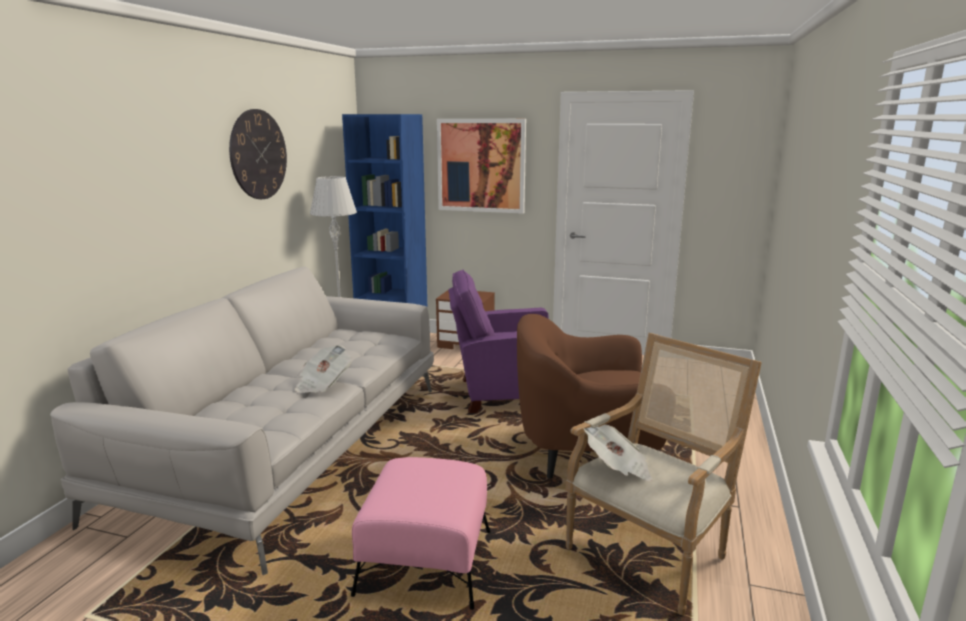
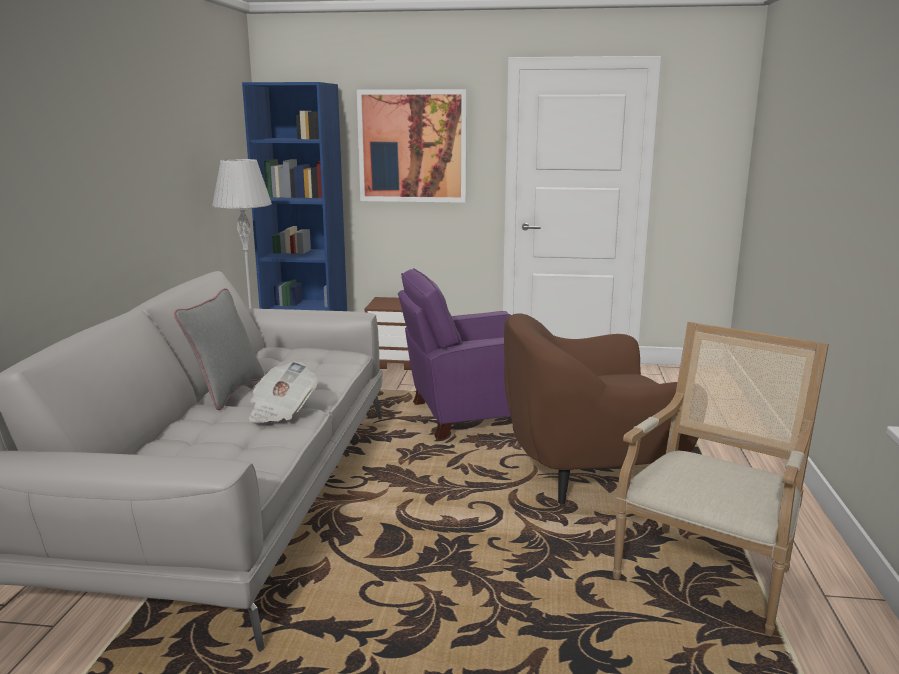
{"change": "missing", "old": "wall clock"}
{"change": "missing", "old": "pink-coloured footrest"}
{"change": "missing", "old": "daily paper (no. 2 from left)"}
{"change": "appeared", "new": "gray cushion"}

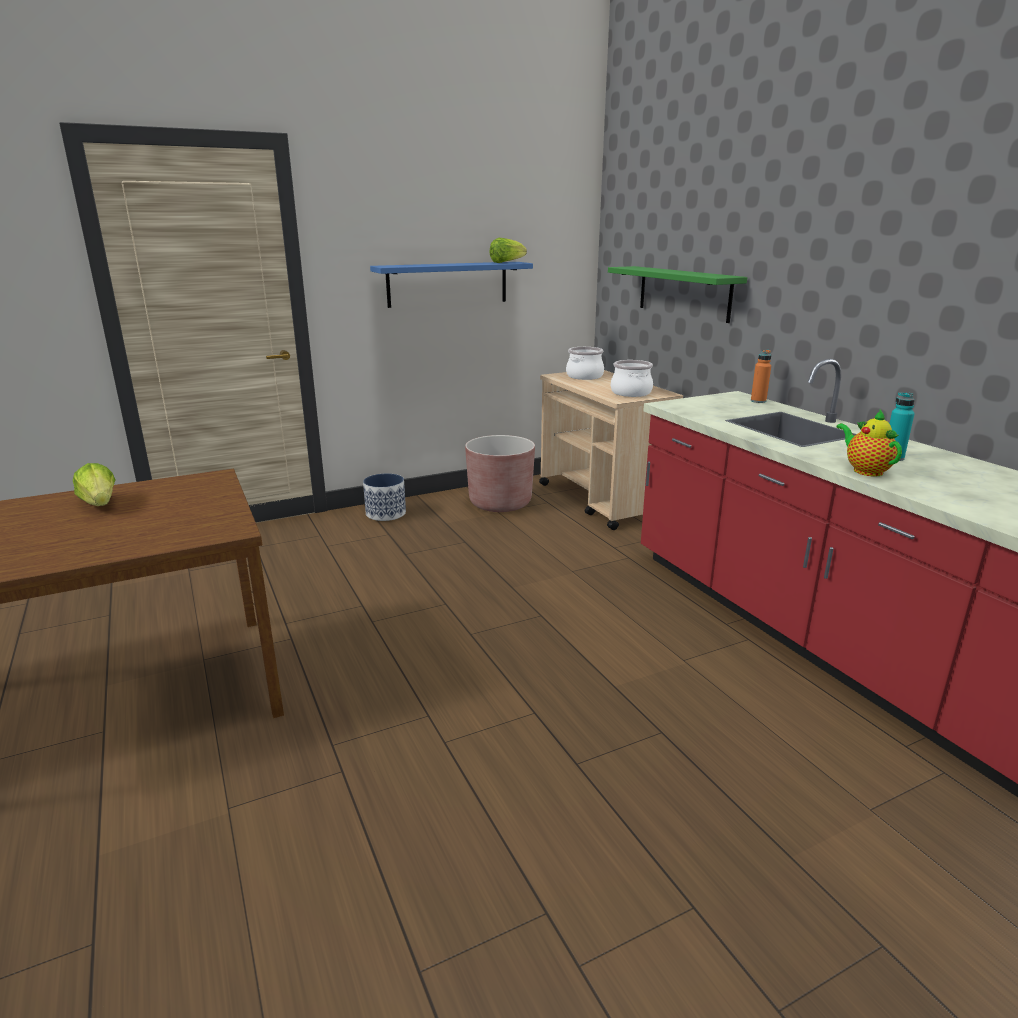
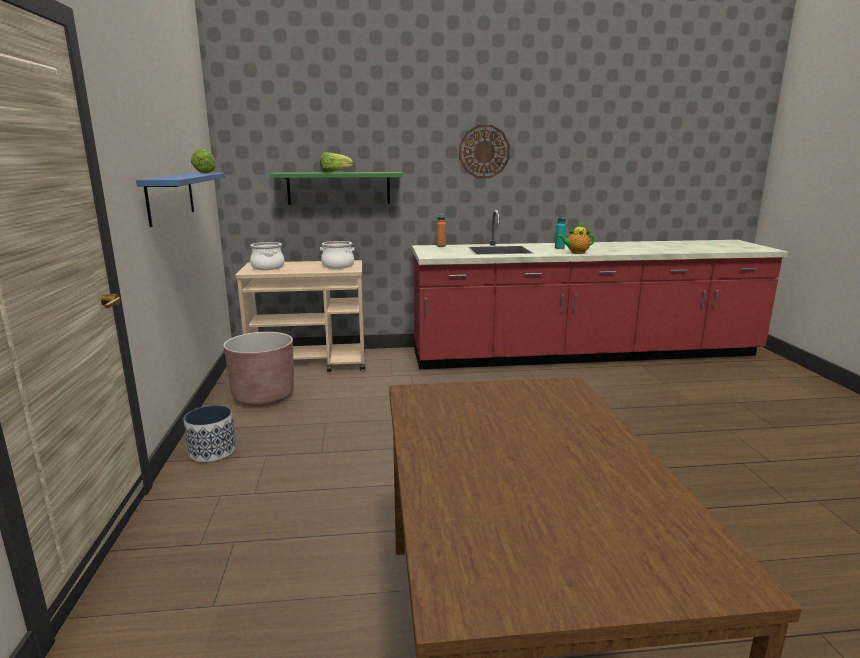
{"change": "relocated", "old": "lettuce head (no. 1 from left in the first image)", "new": "lettuce head (no. 2 from left)"}
{"change": "appeared", "new": "wall clock"}

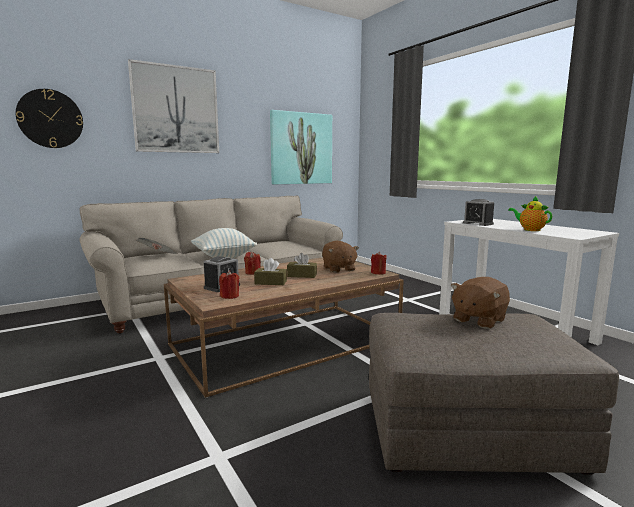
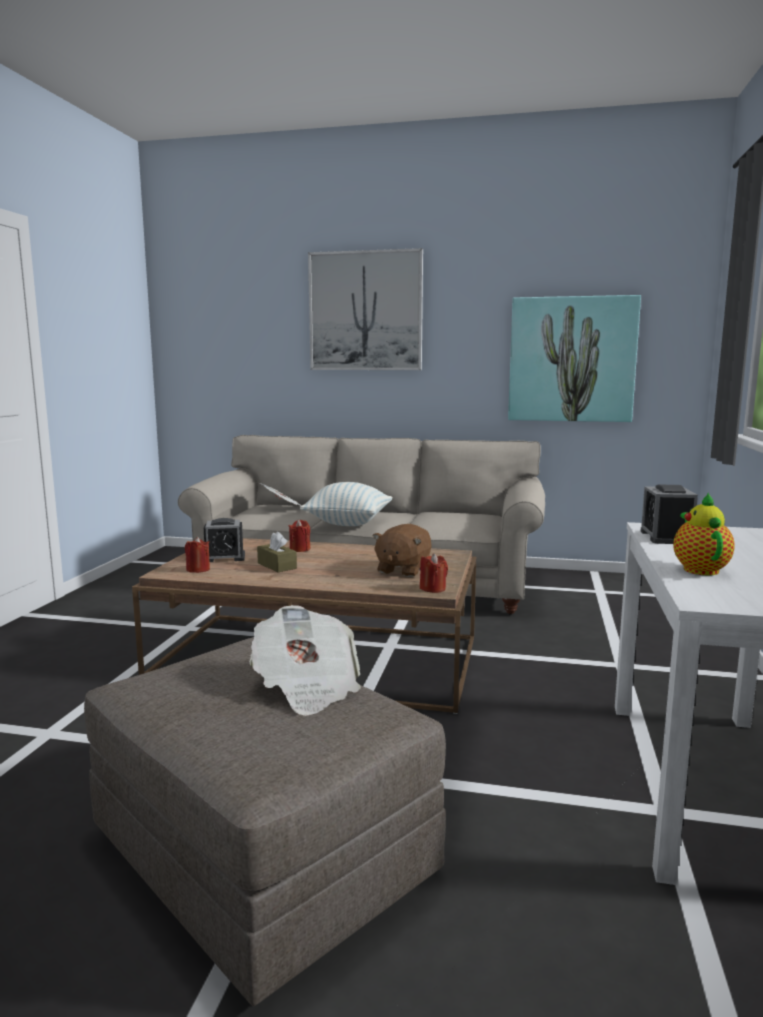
{"change": "missing", "old": "wall clock"}
{"change": "missing", "old": "brown box of tissues (no. 2 from left)"}
{"change": "exchanged", "old": "brown plush toy (no. 2 from left)", "new": "daily paper (no. 2 from left)"}

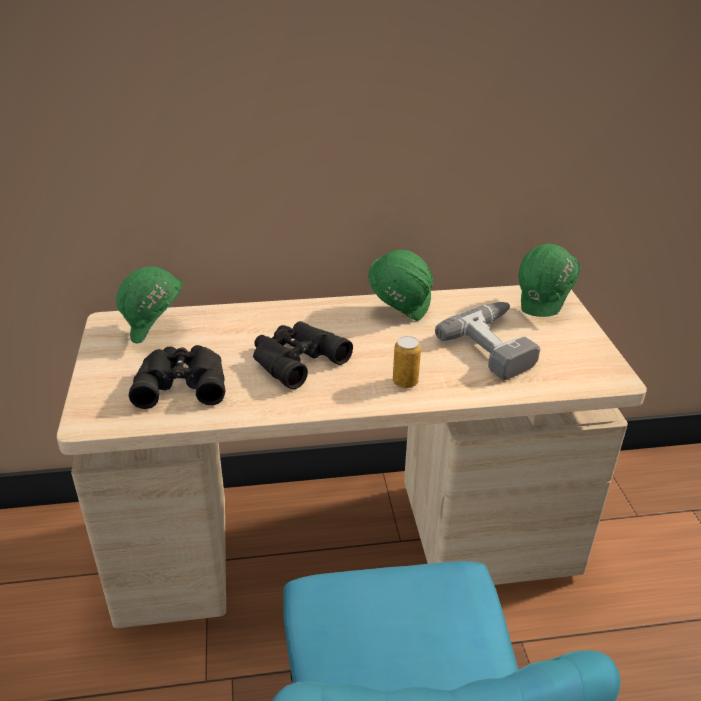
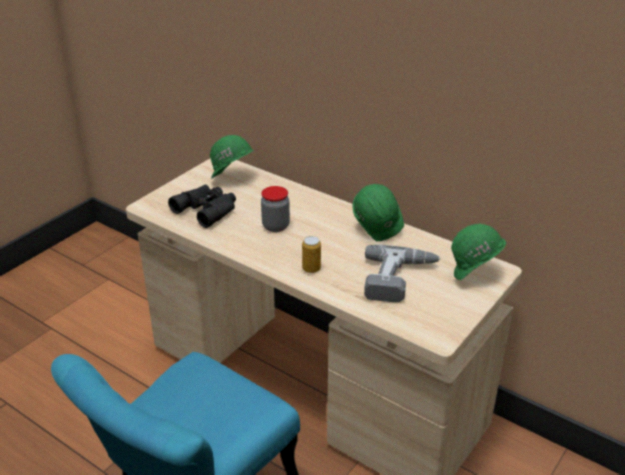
{"change": "exchanged", "old": "black pair of binoculars (no. 2 from left)", "new": "storage jar"}

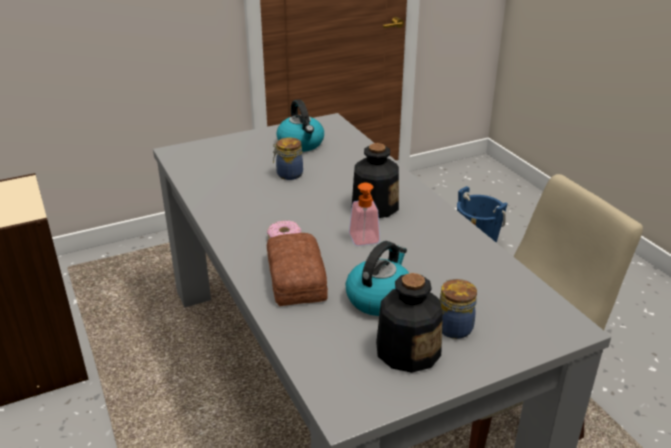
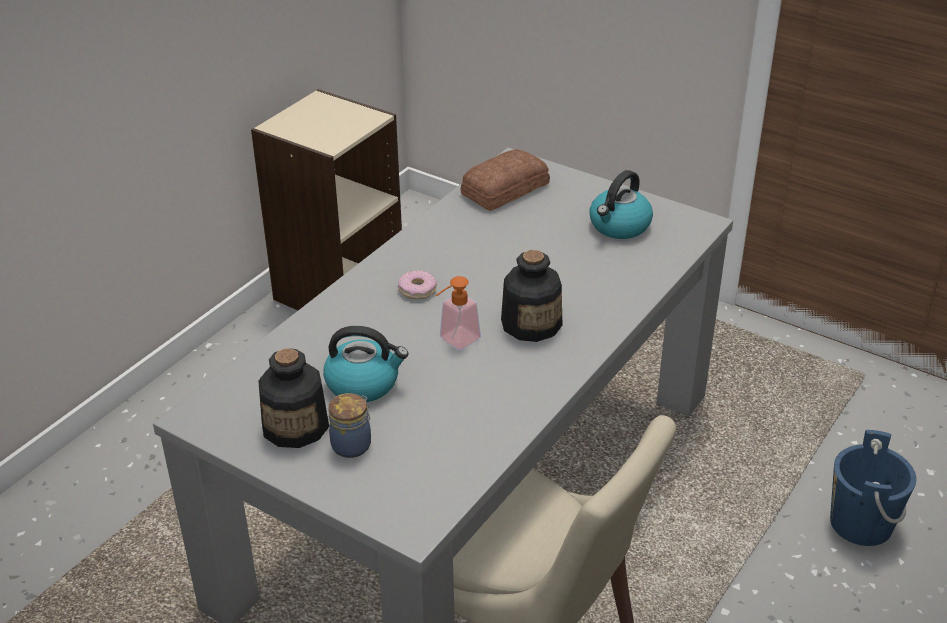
{"change": "relocated", "old": "bakery bread"}
{"change": "missing", "old": "storage jar (no. 1 from left)"}

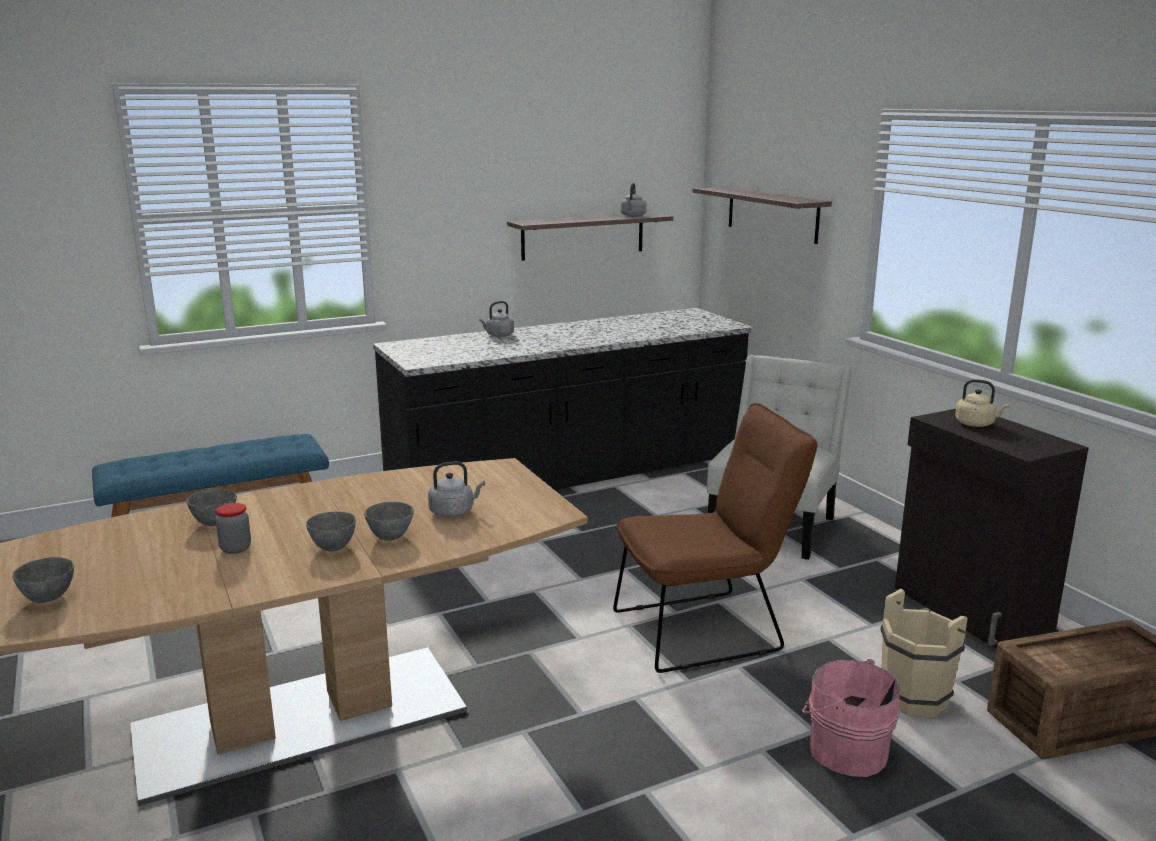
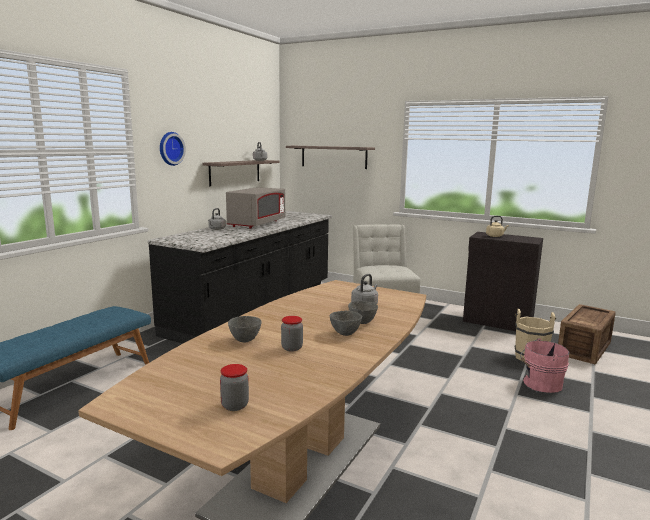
{"change": "exchanged", "old": "gray deep dish (no. 1 from left)", "new": "storage jar (no. 1 from left)"}
{"change": "missing", "old": "brown plain chair"}
{"change": "appeared", "new": "wall clock"}
{"change": "appeared", "new": "gray kitchen microwave"}

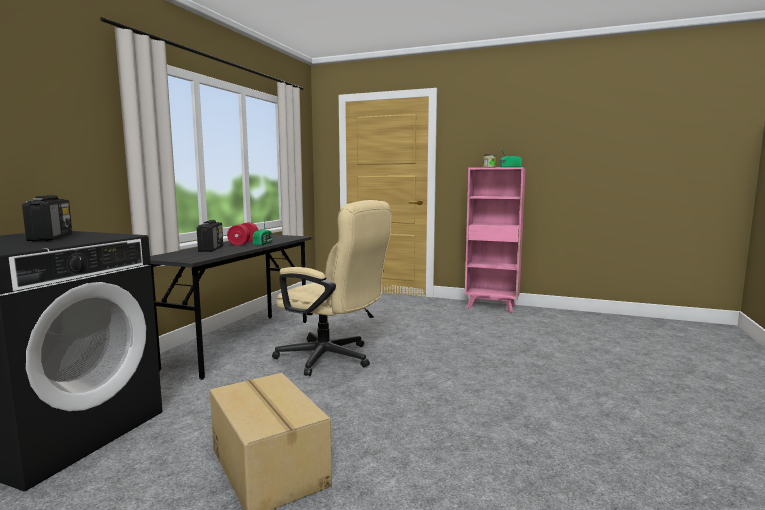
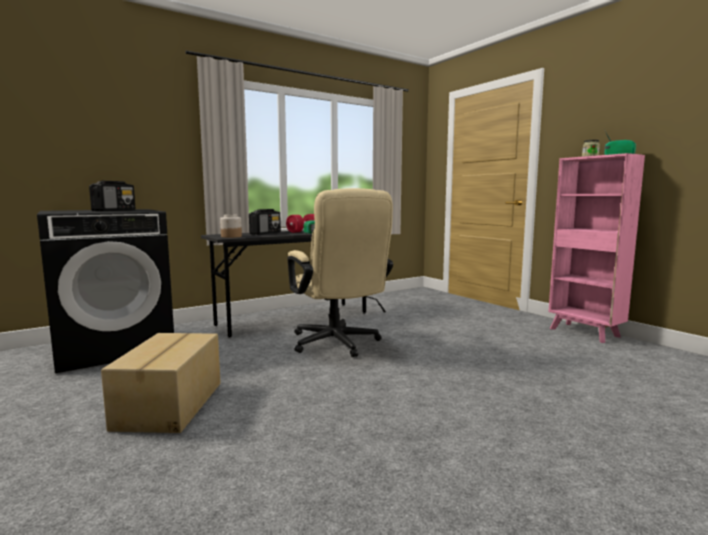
{"change": "appeared", "new": "storage jar (no. 1 from left)"}

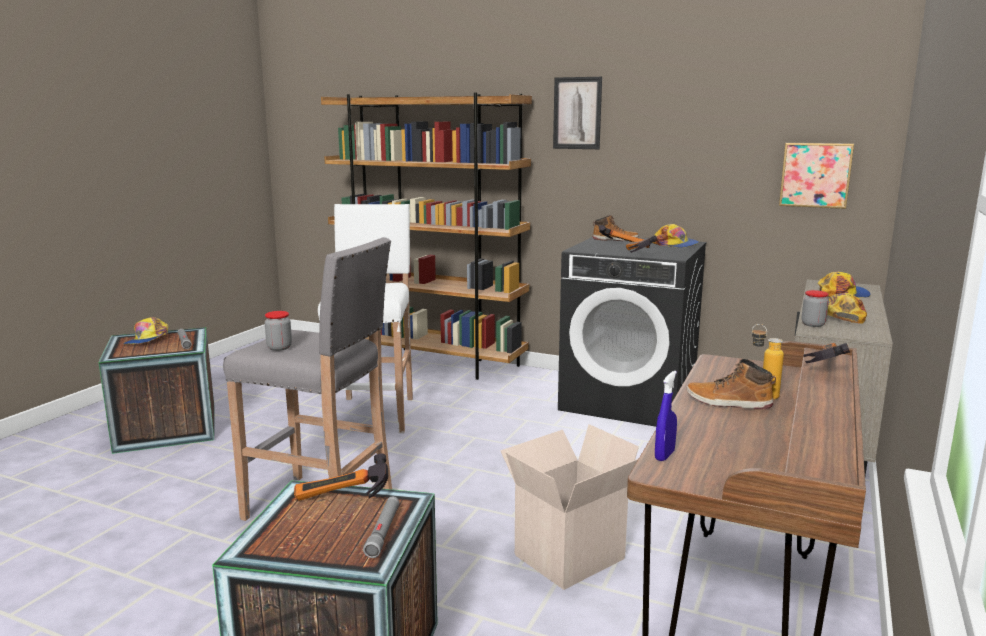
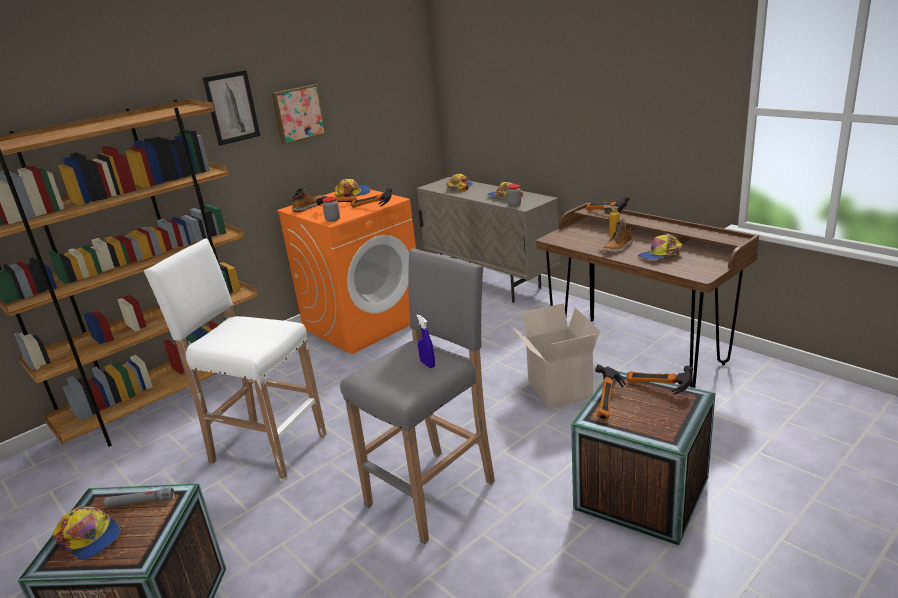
{"change": "relocated", "old": "storage jar (no. 1 from left)"}
{"change": "exchanged", "old": "gray flashlight (no. 2 from left)", "new": "hand hammer (no. 5 from left)"}
{"change": "colour", "old": "black laundry machine", "new": "orangey laundry machine"}
{"change": "relocated", "old": "bluish hand sprayer"}
{"change": "relocated", "old": "picture (no. 2 from left)"}
{"change": "appeared", "new": "baseball cap (no. 5 from left)"}

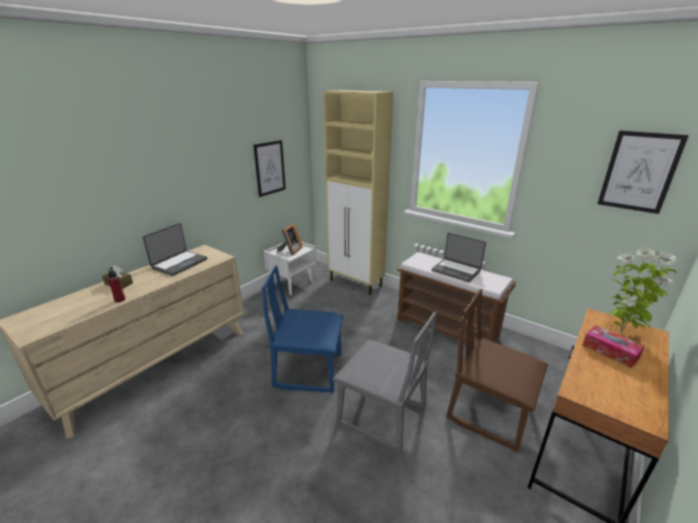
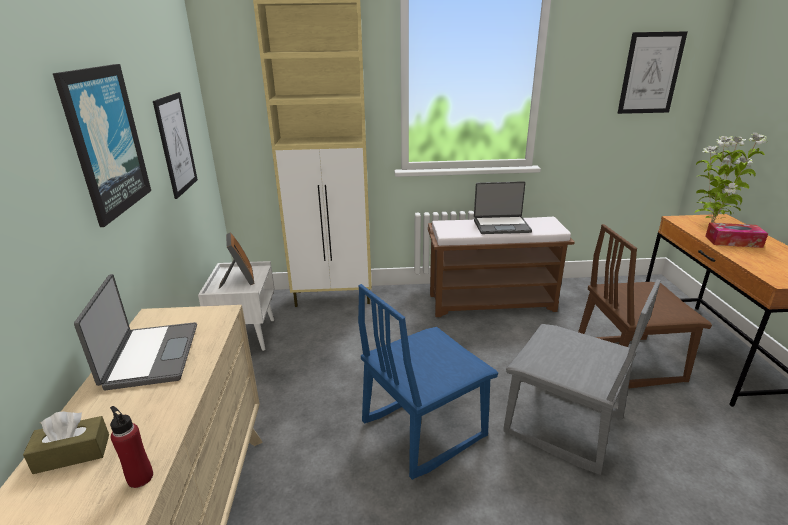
{"change": "spun", "old": "gray plain chair", "degrees": 45}
{"change": "appeared", "new": "picture (no. 1 from left)"}

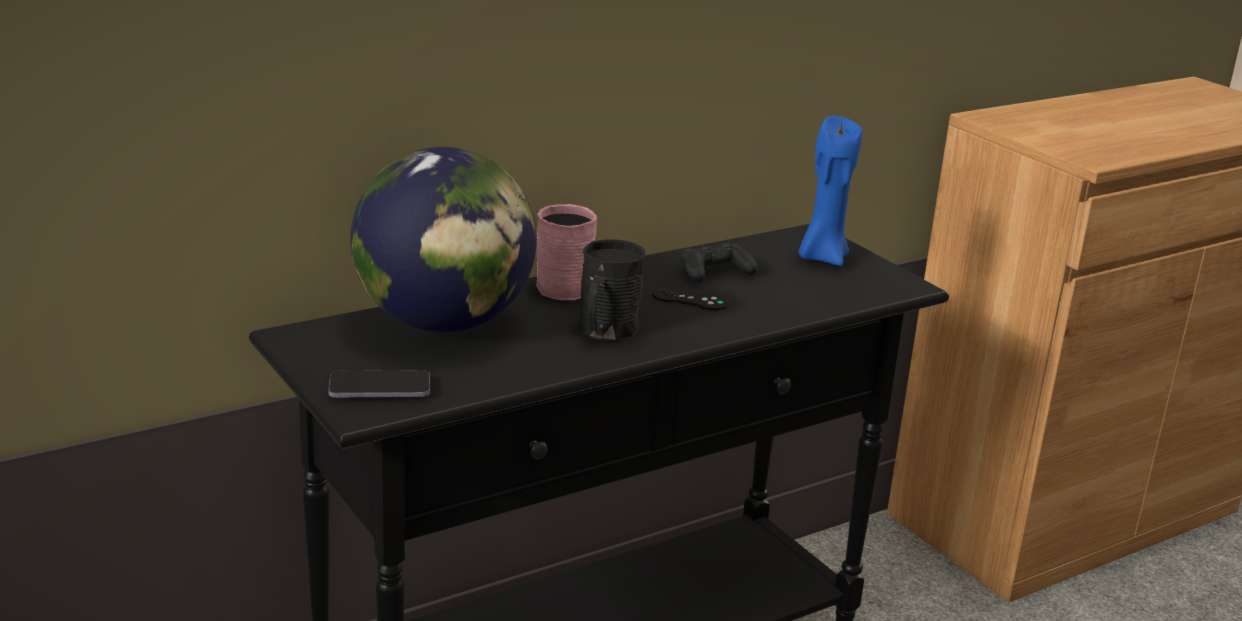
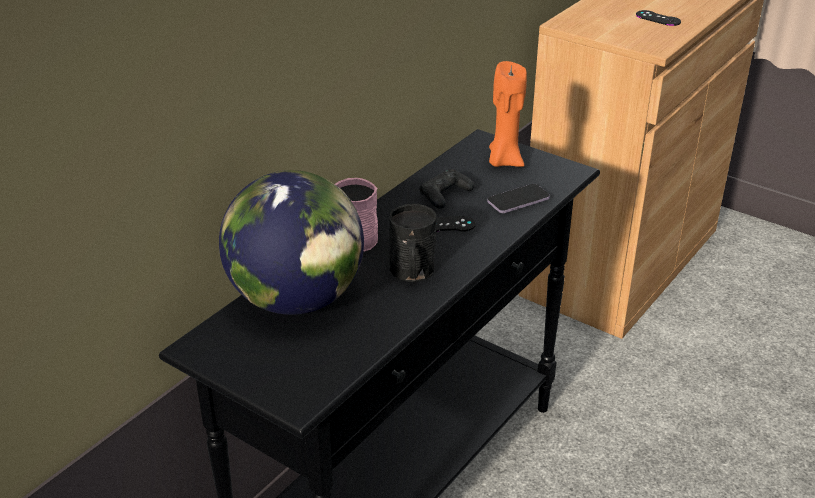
{"change": "relocated", "old": "phone"}
{"change": "colour", "old": "bluish wax candle", "new": "orangey wax candle"}
{"change": "appeared", "new": "black joypad (no. 3 from left)"}

